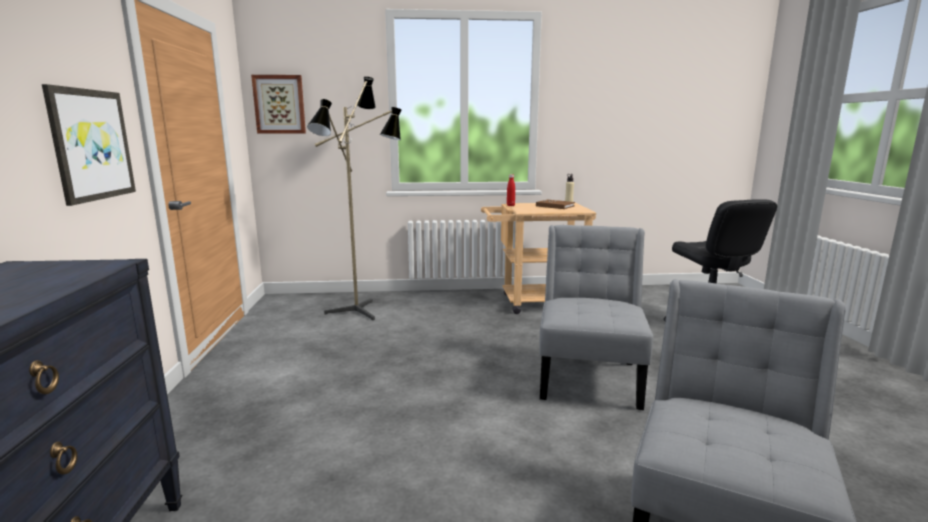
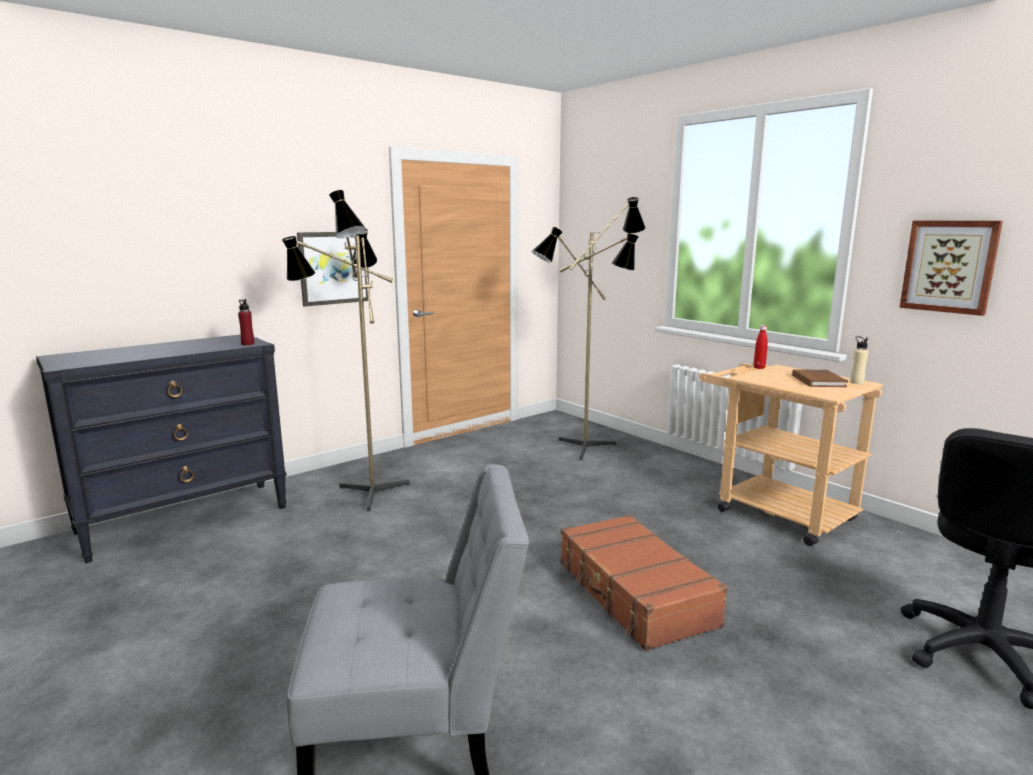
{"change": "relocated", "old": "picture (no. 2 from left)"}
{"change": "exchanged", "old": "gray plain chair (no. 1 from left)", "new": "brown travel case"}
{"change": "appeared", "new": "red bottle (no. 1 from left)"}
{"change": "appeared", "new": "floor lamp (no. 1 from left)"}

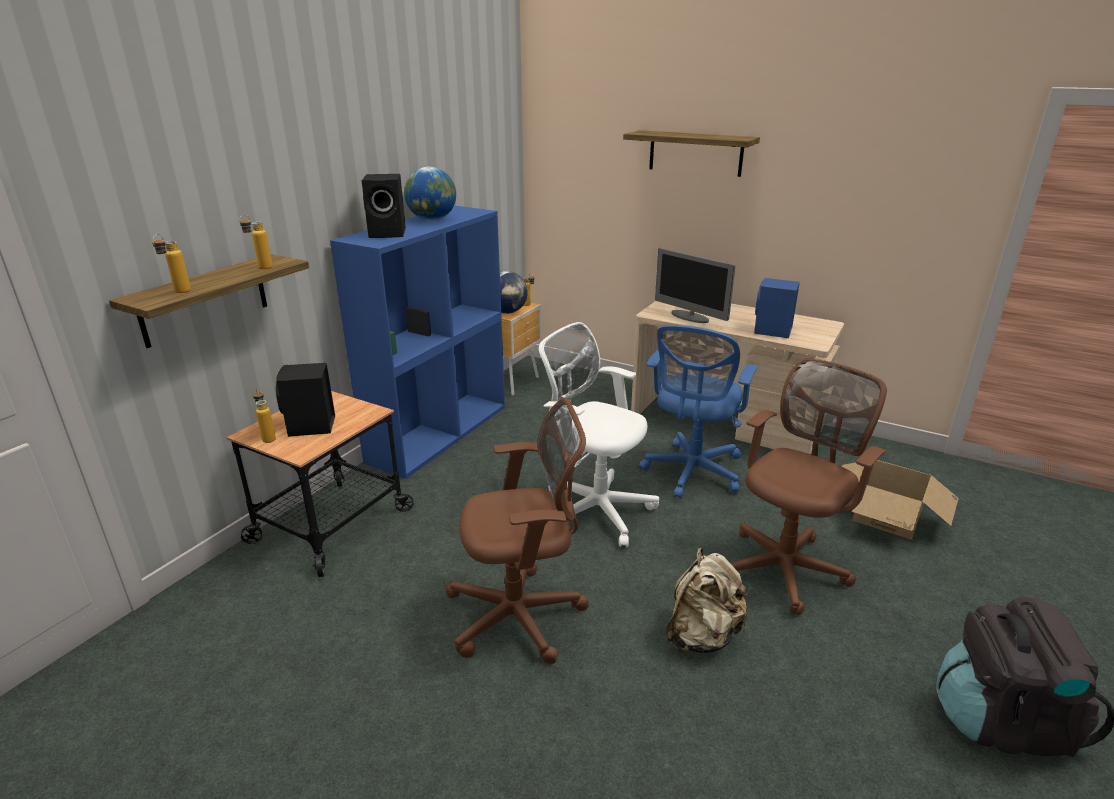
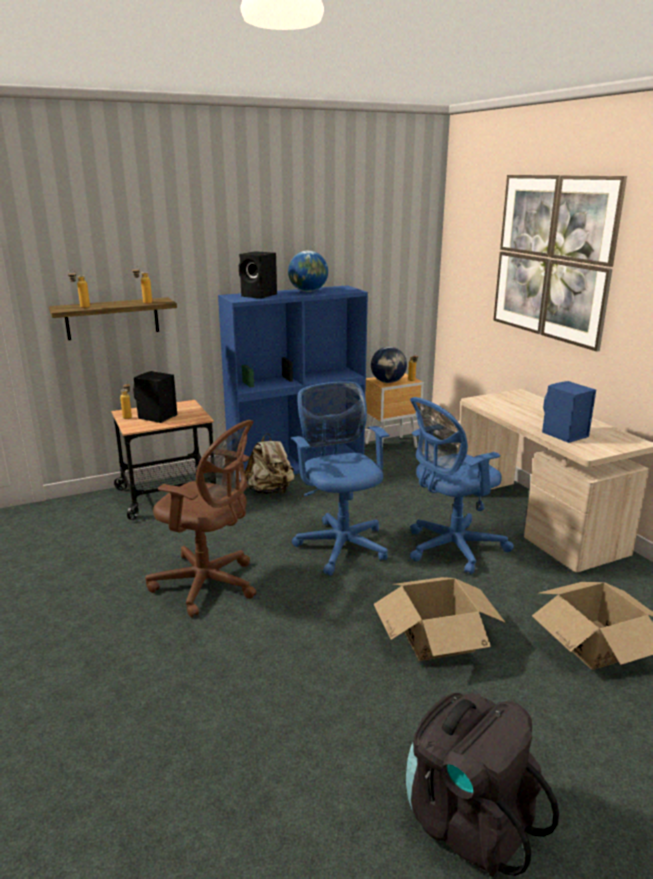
{"change": "colour", "old": "whitish desk chair", "new": "bluish desk chair (no. 1 from left)"}
{"change": "exchanged", "old": "shelf (no. 2 from left)", "new": "picture"}
{"change": "missing", "old": "computer screen"}
{"change": "relocated", "old": "beige rucksack"}
{"change": "exchanged", "old": "brown desk chair (no. 2 from left)", "new": "carton (no. 1 from left)"}

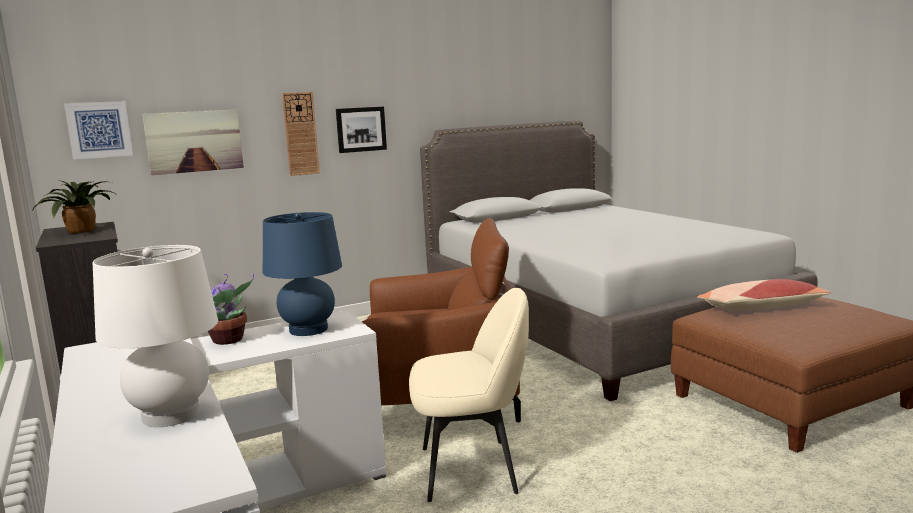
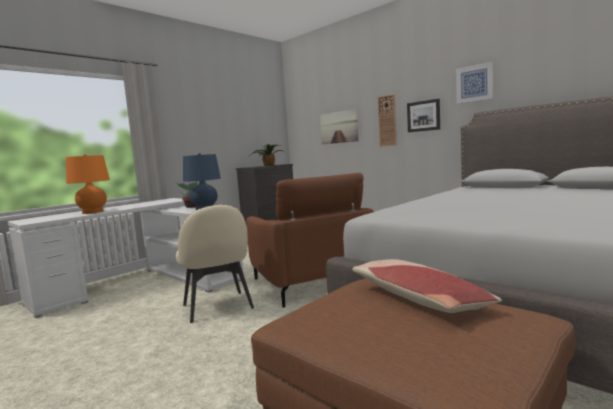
{"change": "relocated", "old": "picture (no. 1 from left in the first image)", "new": "picture (no. 3 from left)"}
{"change": "colour", "old": "whitish lamp for a table", "new": "orangey lamp for a table"}

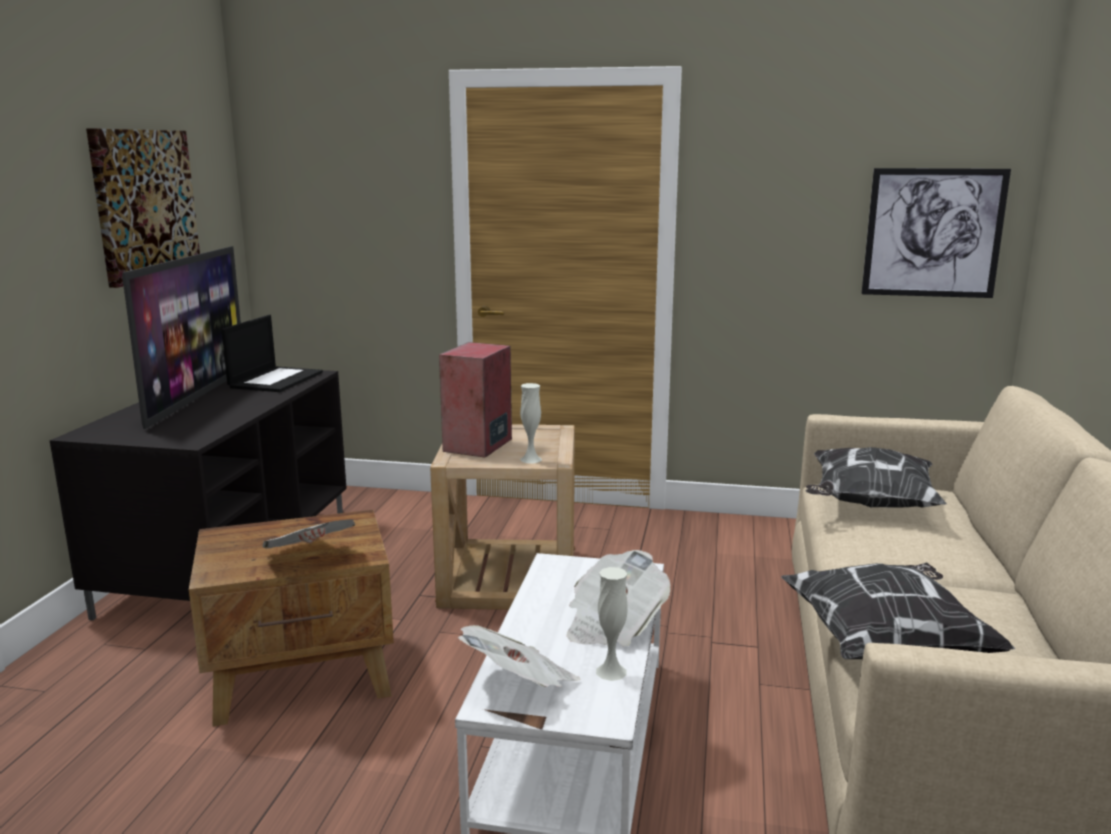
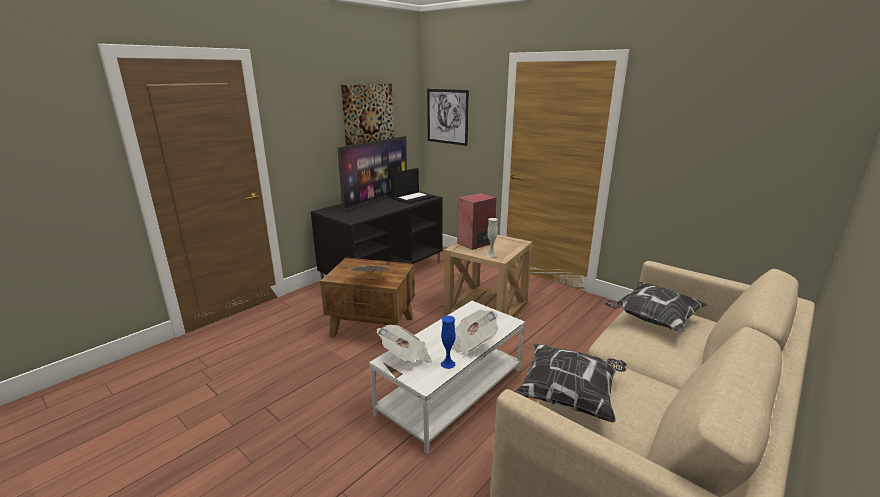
{"change": "colour", "old": "whitish decorative vase (no. 2 from left)", "new": "bluish decorative vase"}
{"change": "relocated", "old": "picture (no. 2 from left)"}

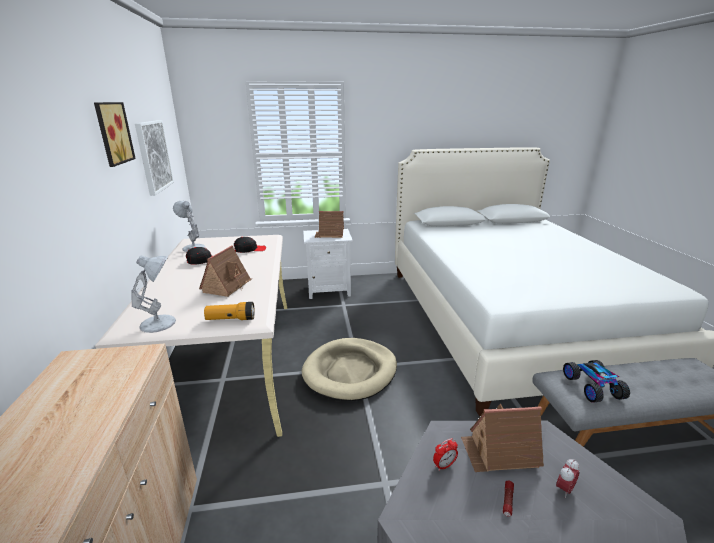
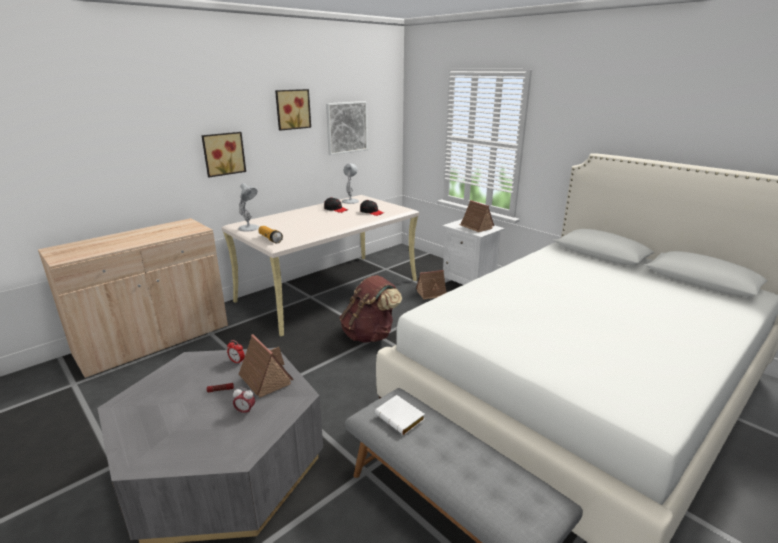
{"change": "relocated", "old": "model house (no. 1 from left in the first image)", "new": "model house (no. 2 from left)"}
{"change": "exchanged", "old": "beige dog bed", "new": "brown rucksack"}
{"change": "exchanged", "old": "miniature car", "new": "whitish bound book"}
{"change": "appeared", "new": "picture (no. 1 from left)"}

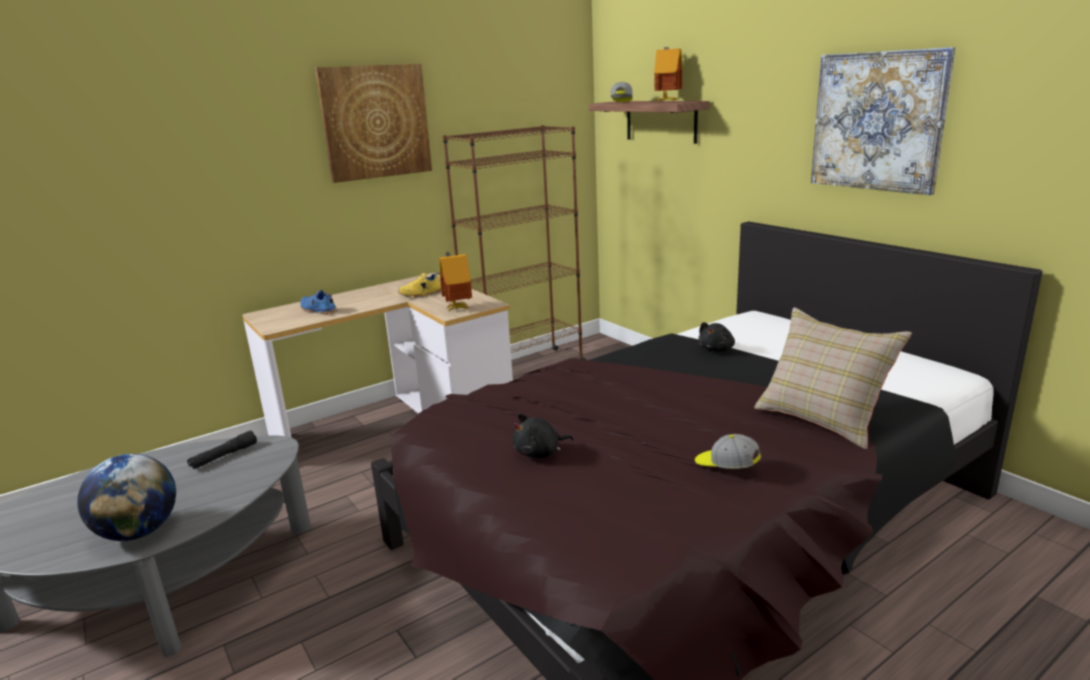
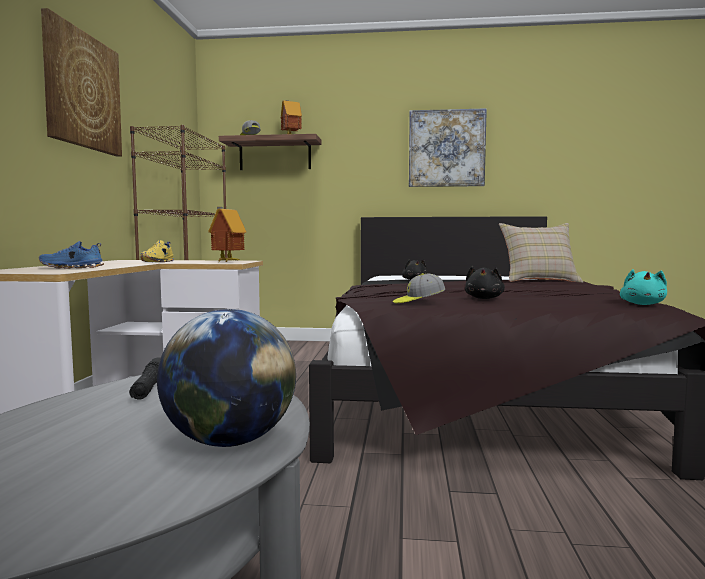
{"change": "relocated", "old": "baseball cap (no. 2 from left)"}
{"change": "appeared", "new": "turquoise plush toy"}

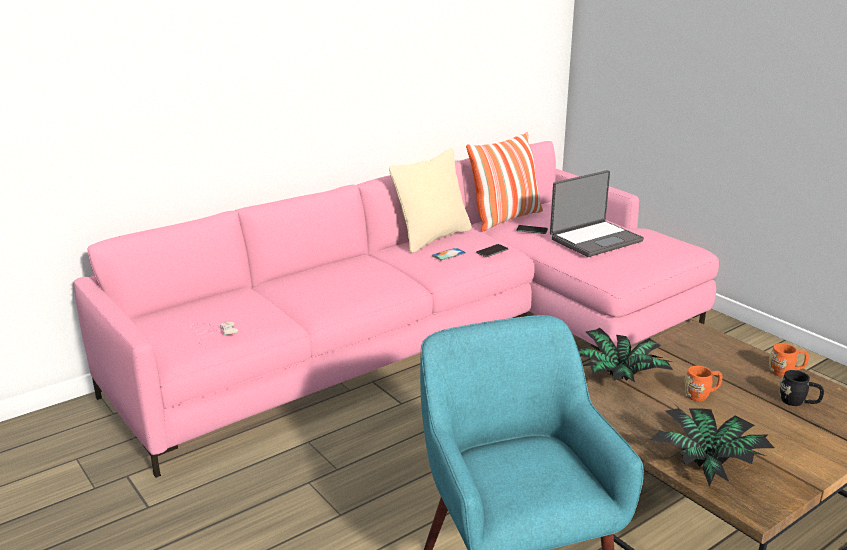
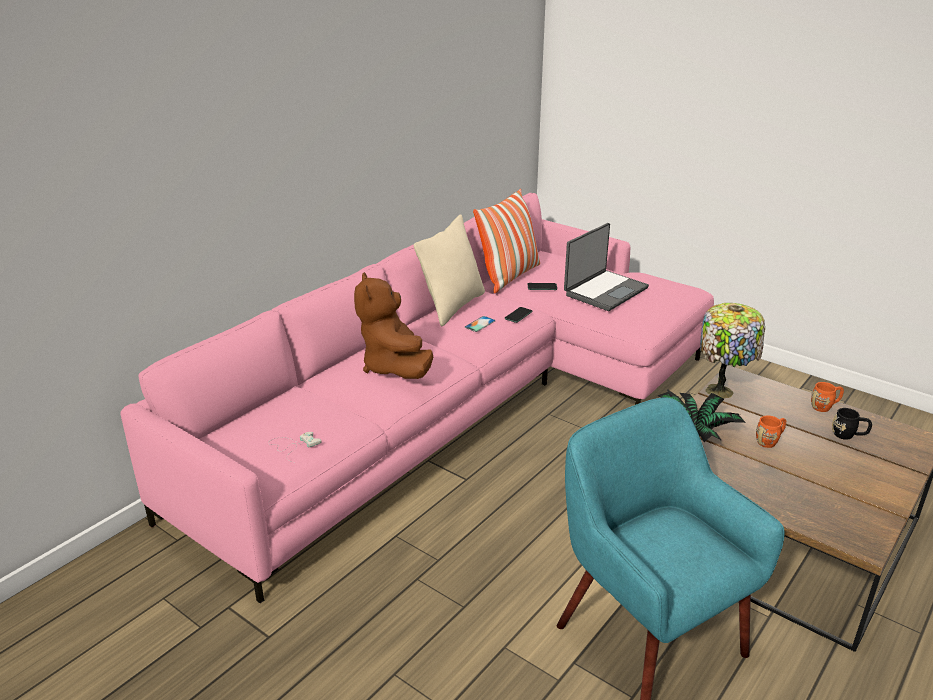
{"change": "missing", "old": "houseplant (no. 2 from left)"}
{"change": "appeared", "new": "brown plush toy"}
{"change": "appeared", "new": "lamp for a table"}

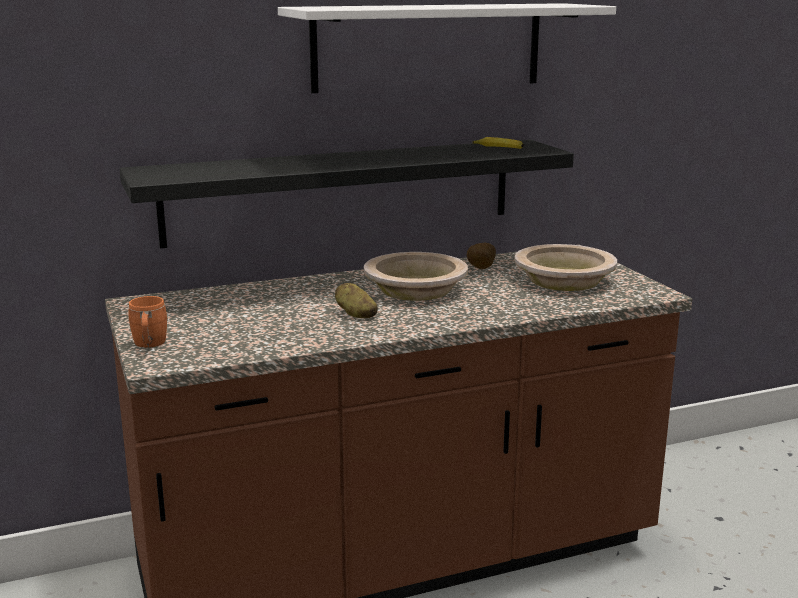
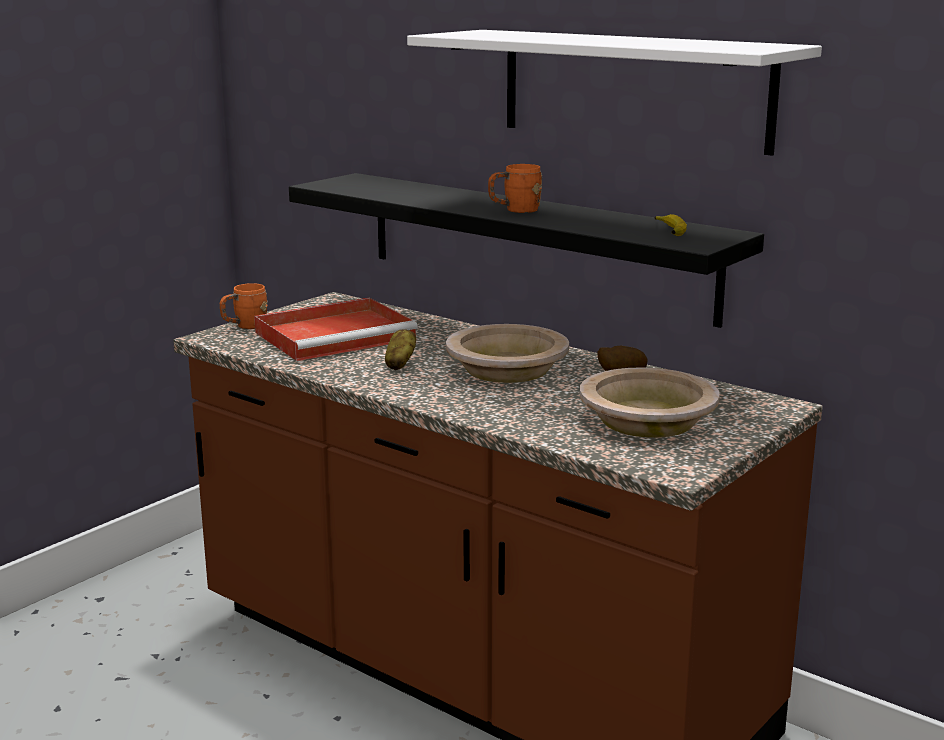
{"change": "appeared", "new": "red serving tray"}
{"change": "appeared", "new": "orangey mug (no. 2 from left)"}

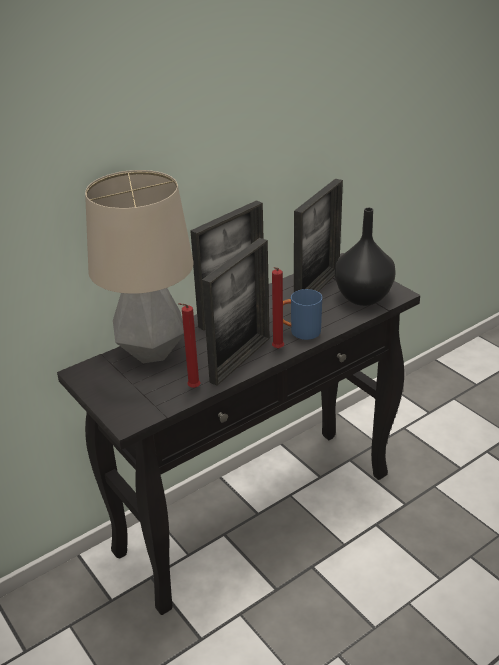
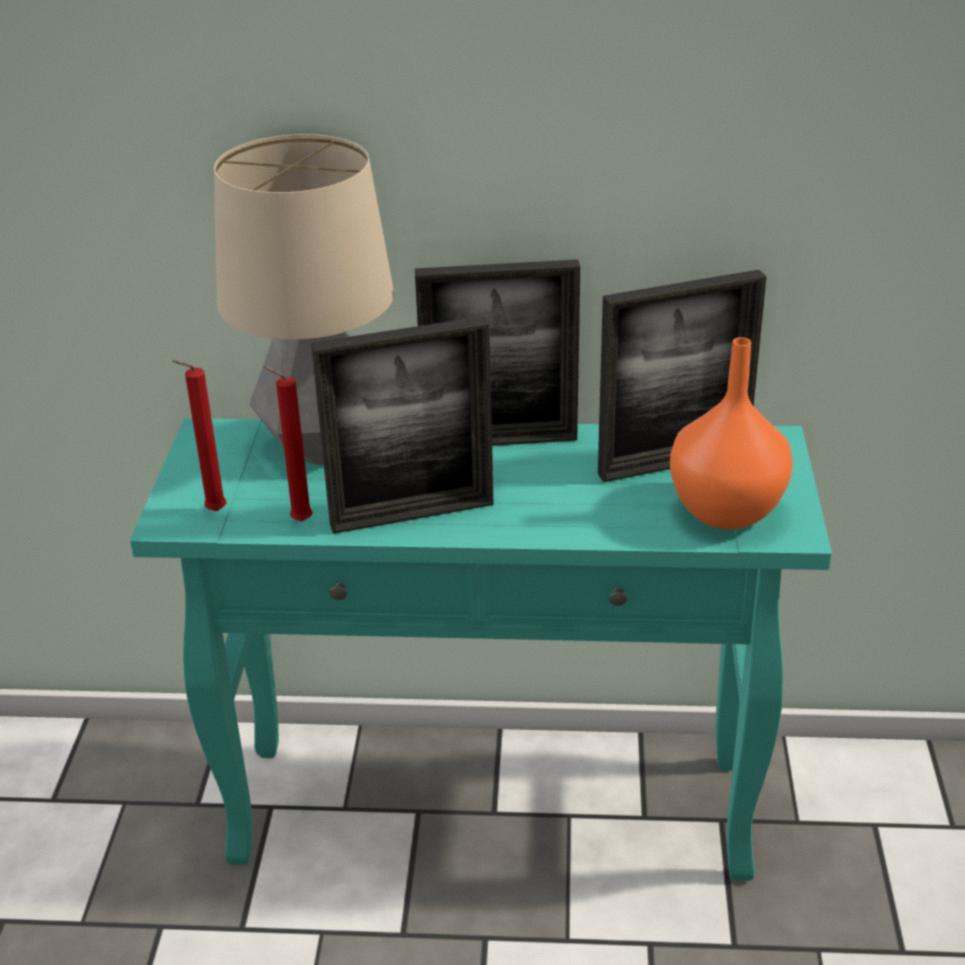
{"change": "colour", "old": "black hall table", "new": "turquoise hall table"}
{"change": "relocated", "old": "red wax candle (no. 2 from left in the first image)", "new": "red wax candle (no. 1 from left)"}
{"change": "missing", "old": "bluish mug"}
{"change": "colour", "old": "black decorative vase", "new": "orangey decorative vase"}

